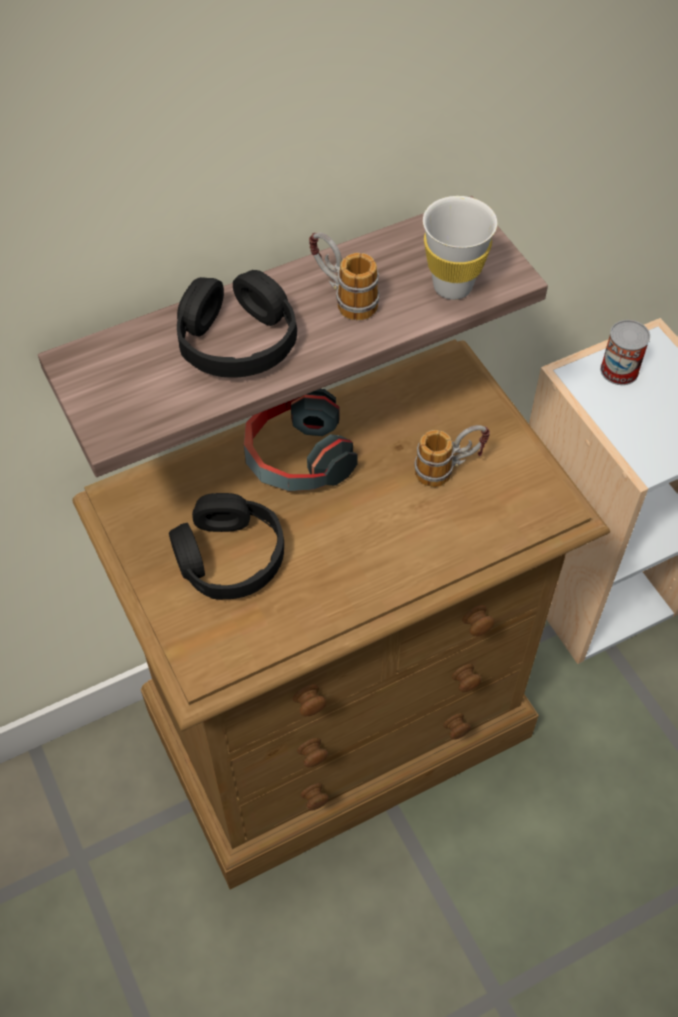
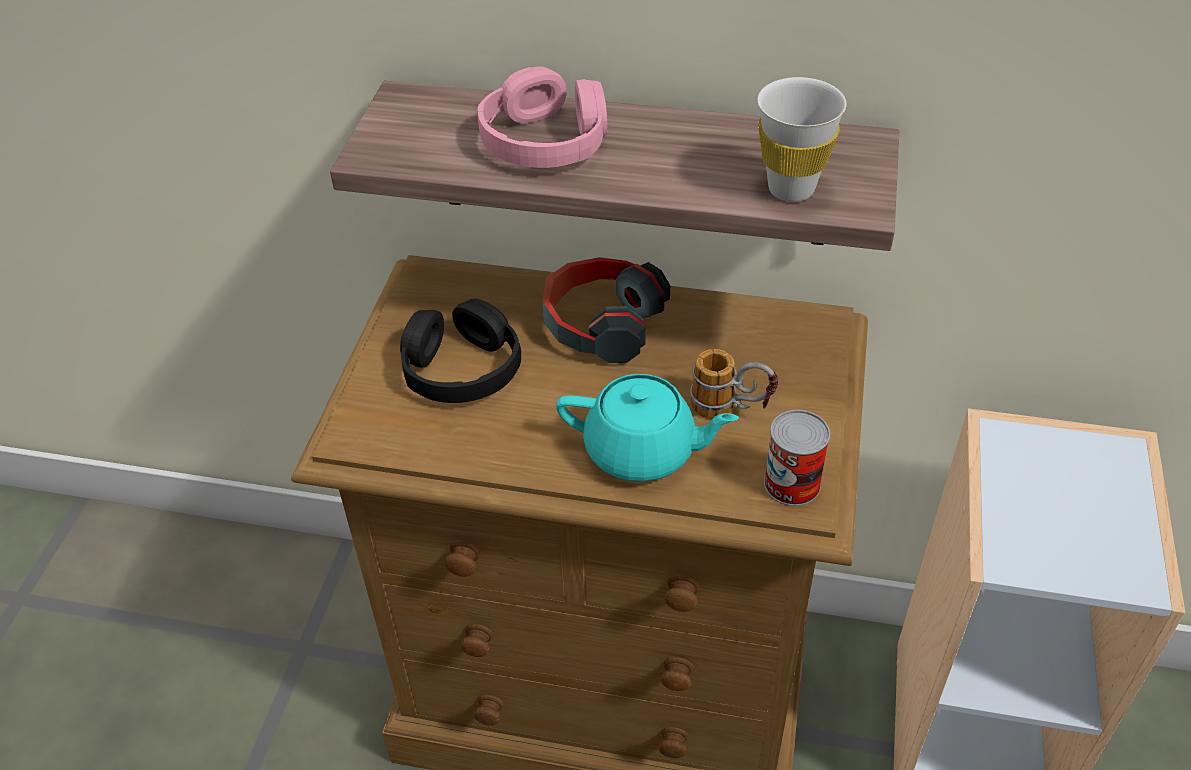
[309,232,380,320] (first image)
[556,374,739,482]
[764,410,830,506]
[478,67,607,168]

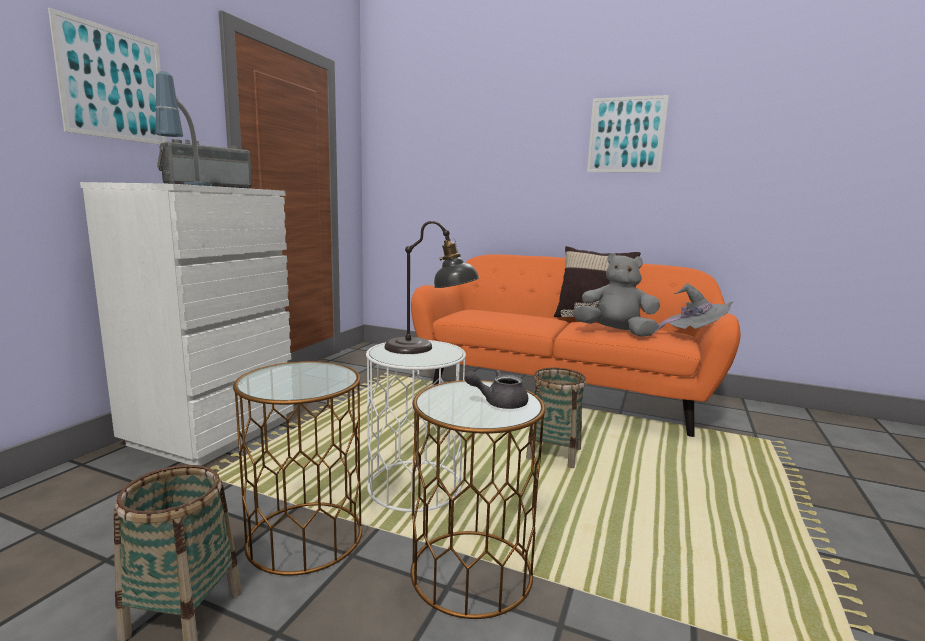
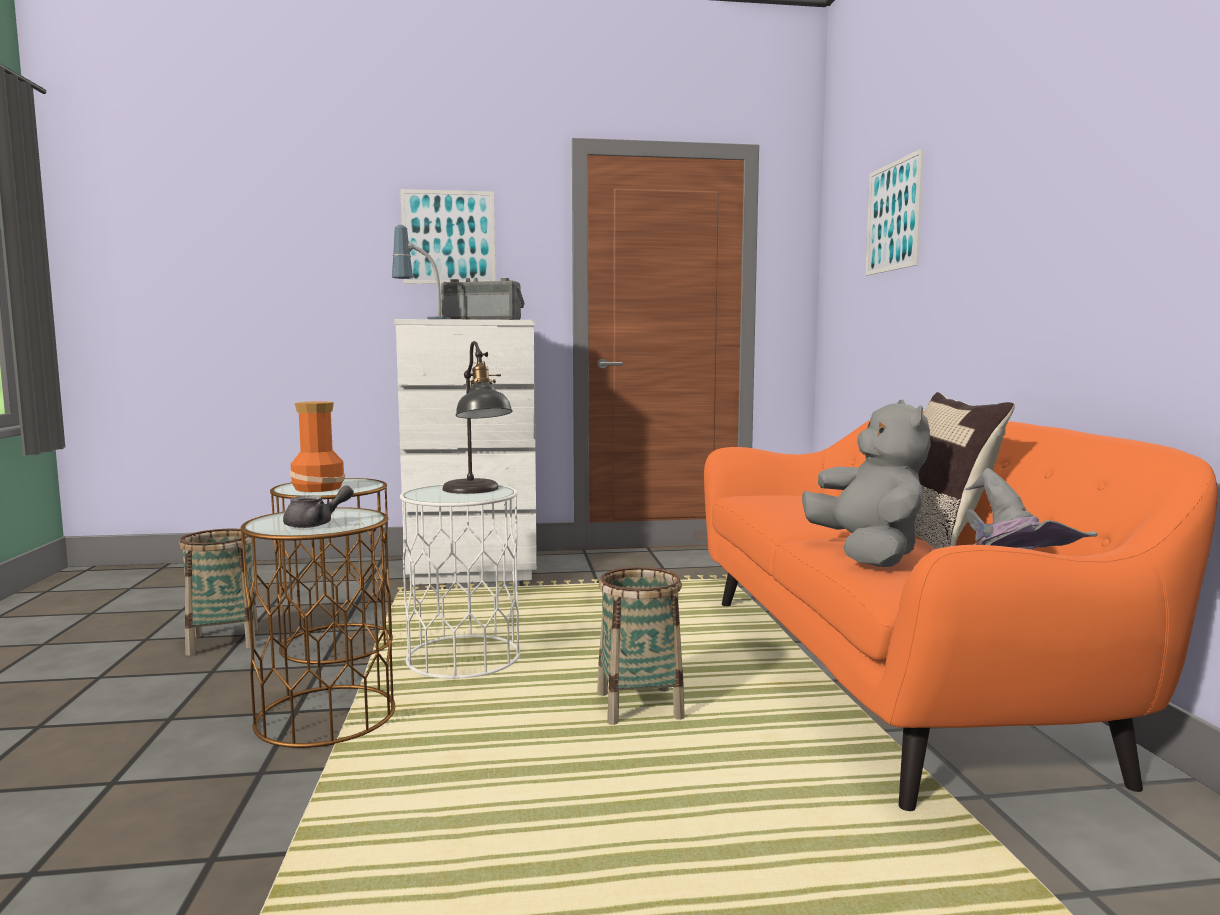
[290,401,345,492]
[865,149,924,276]
[283,486,354,528]

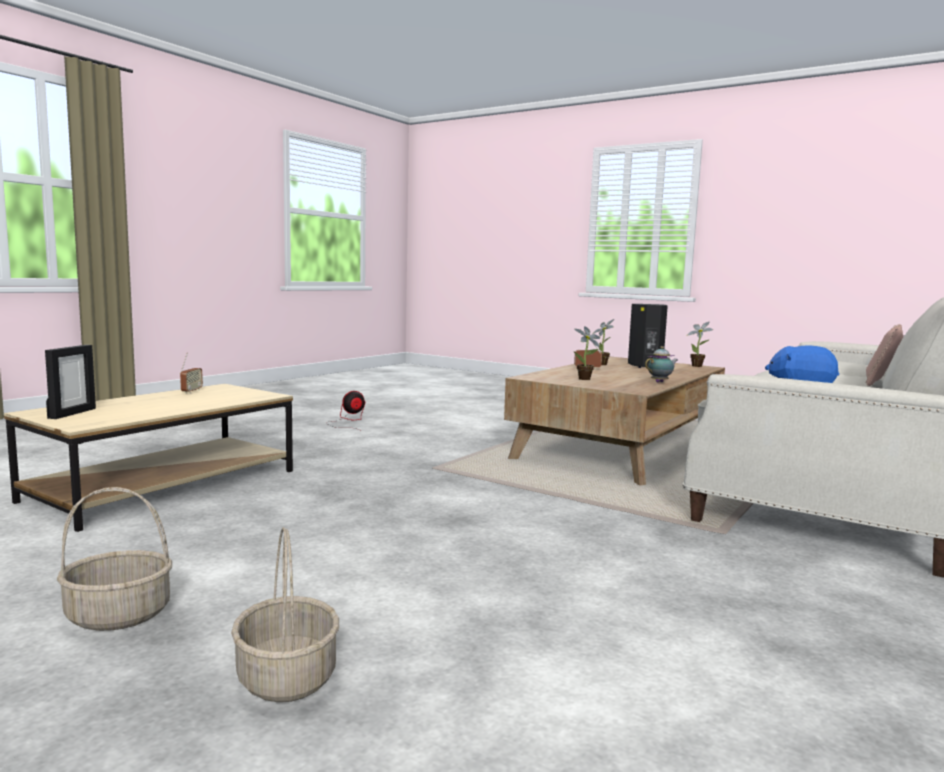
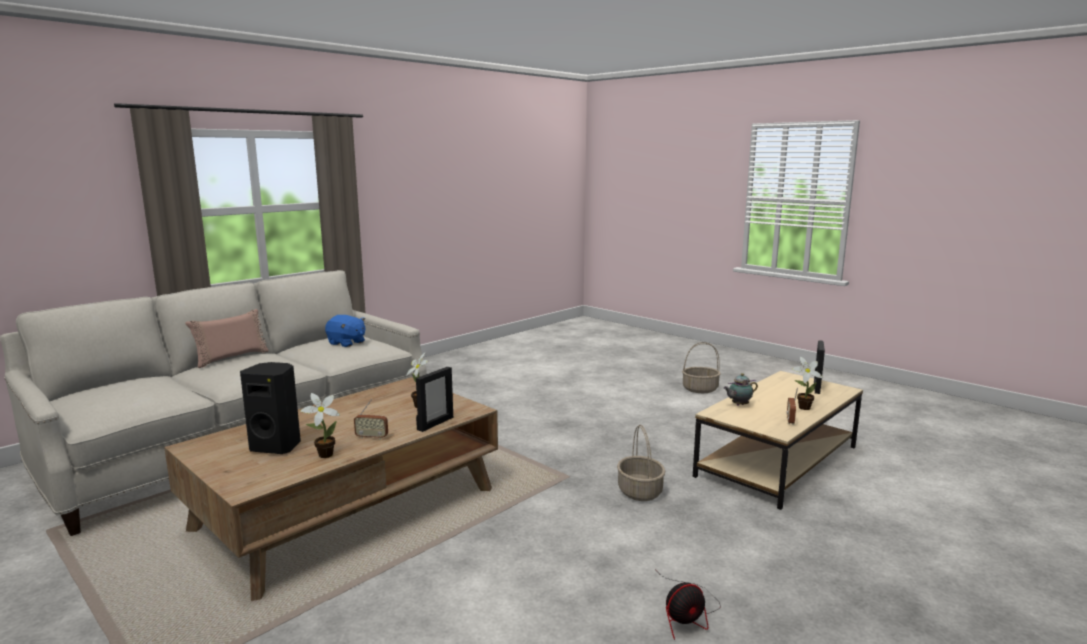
[416,367,453,432]
[617,424,665,501]
[723,373,758,406]
[793,357,823,410]

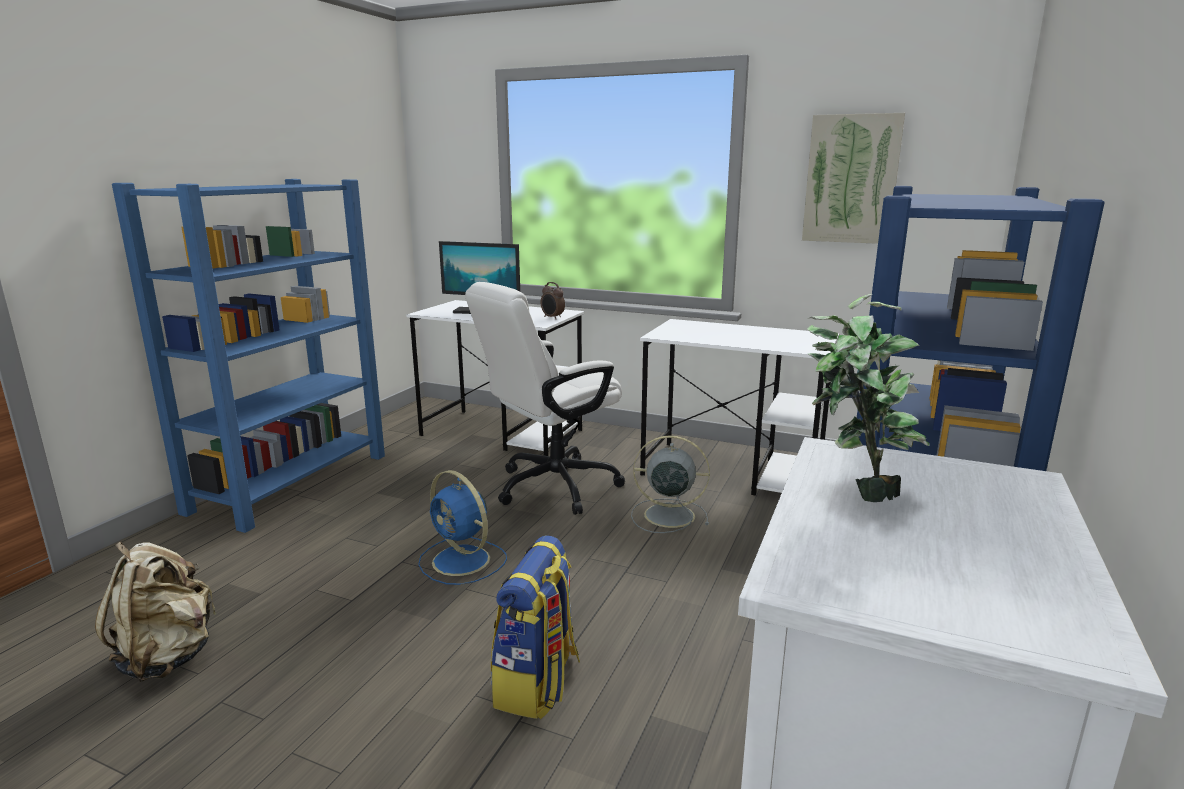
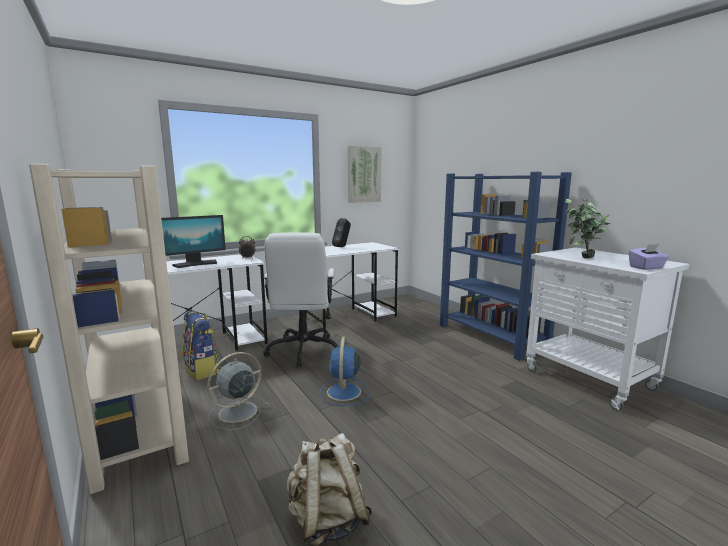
[332,218,351,247]
[629,244,669,270]
[182,311,220,380]
[207,352,269,430]
[29,163,189,494]
[319,336,369,406]

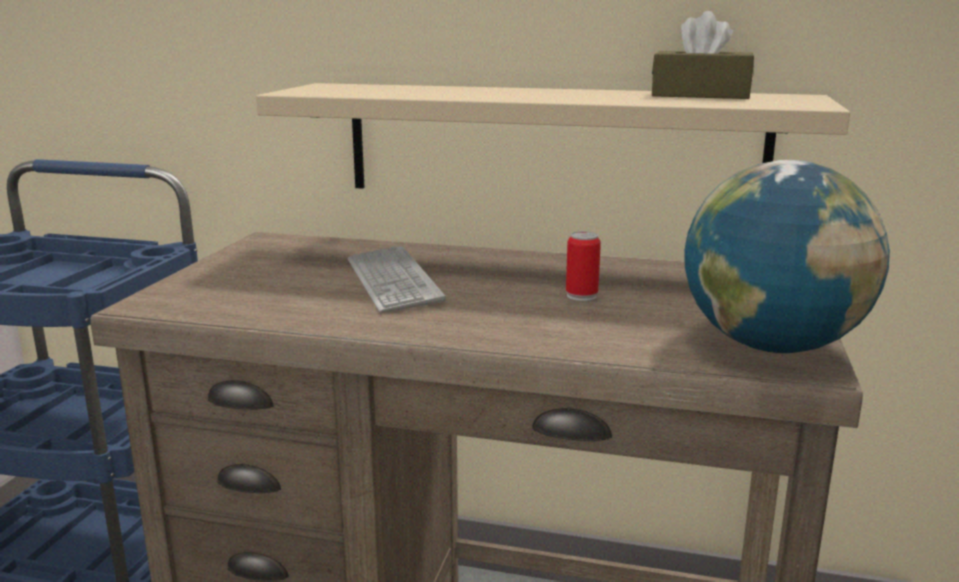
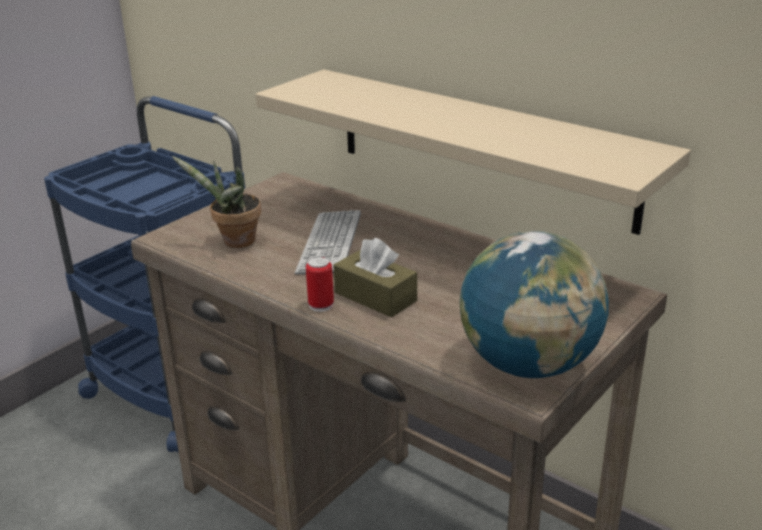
[172,156,261,248]
[306,256,334,312]
[333,238,417,318]

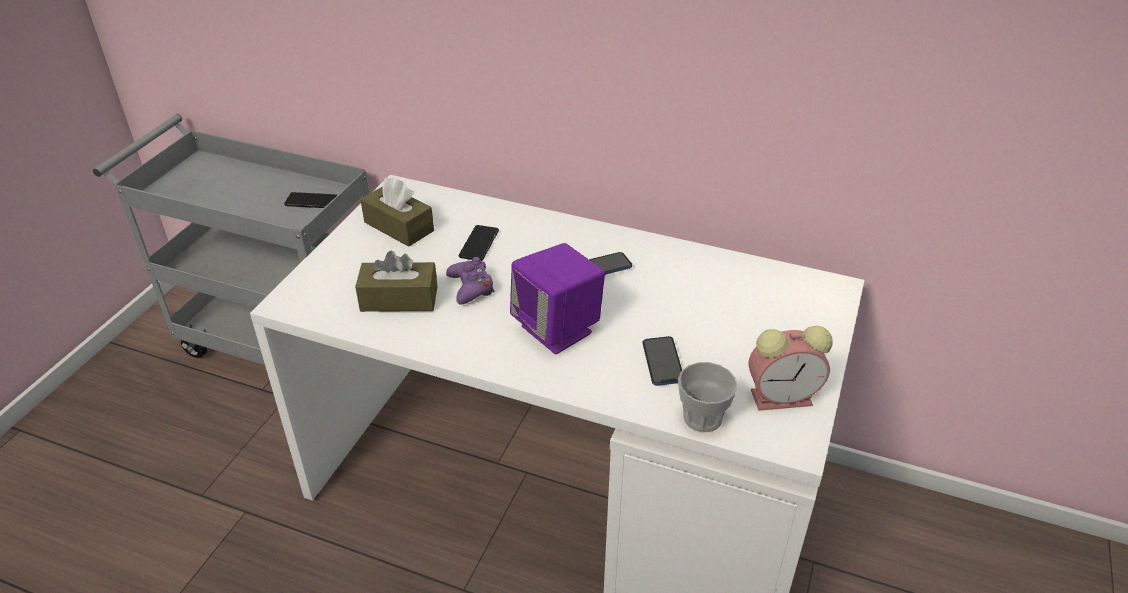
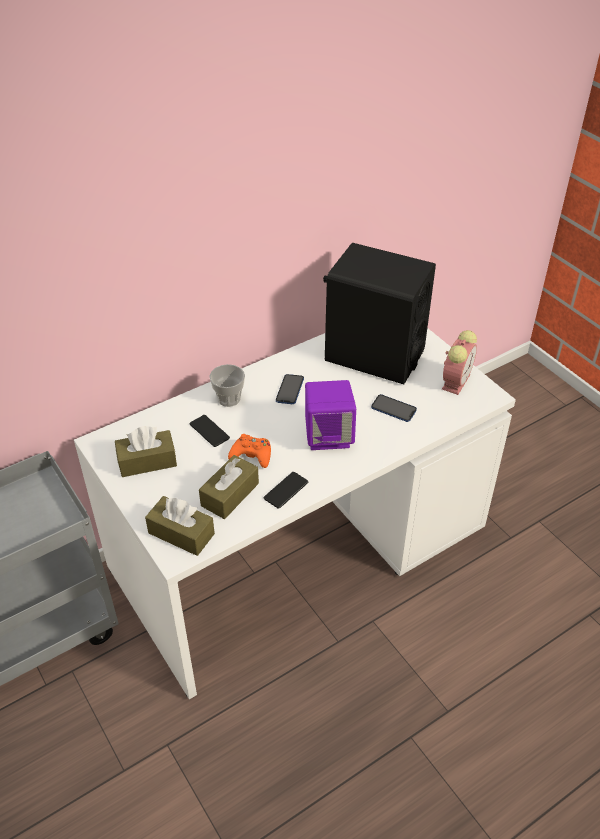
[145,496,215,556]
[323,243,436,384]
[264,472,308,509]
[209,364,245,407]
[228,434,271,468]

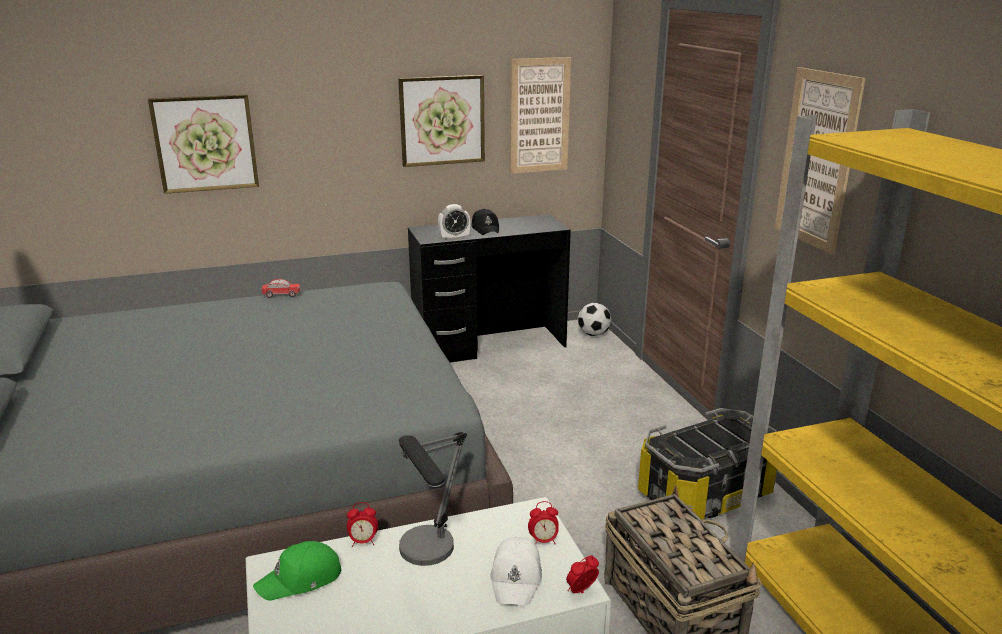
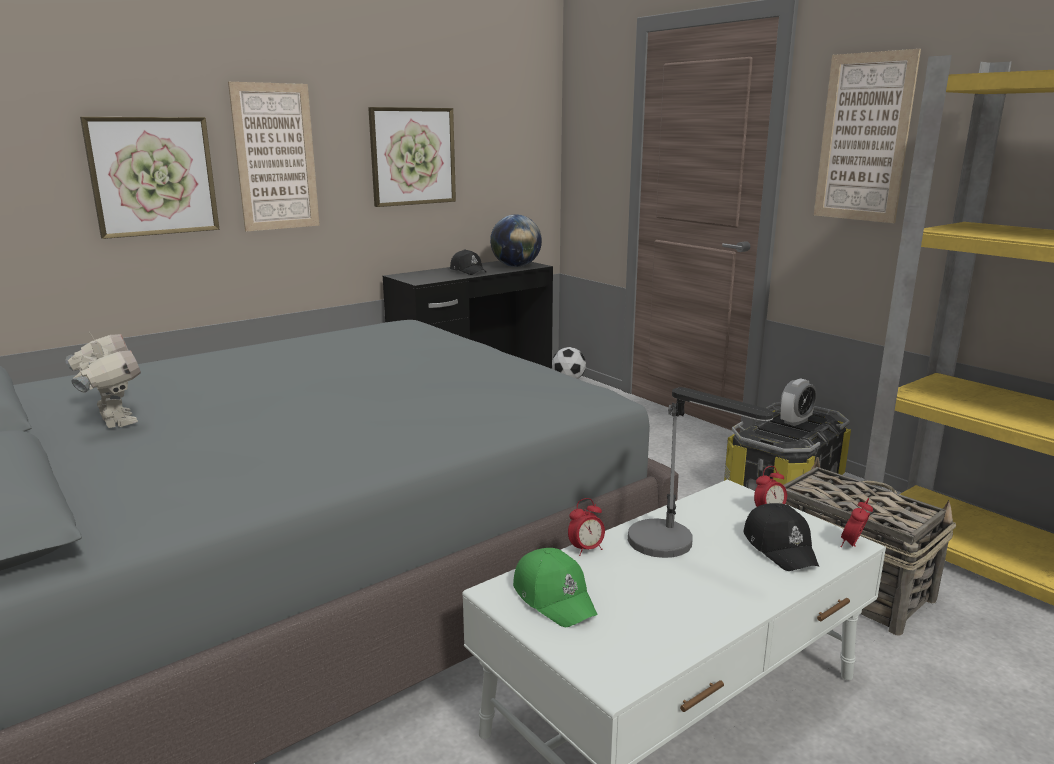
[261,279,301,298] (first image)
[65,332,141,428]
[490,215,542,267]
[781,378,817,426]
[228,82,320,231]
[743,503,819,571]
[513,548,598,627]

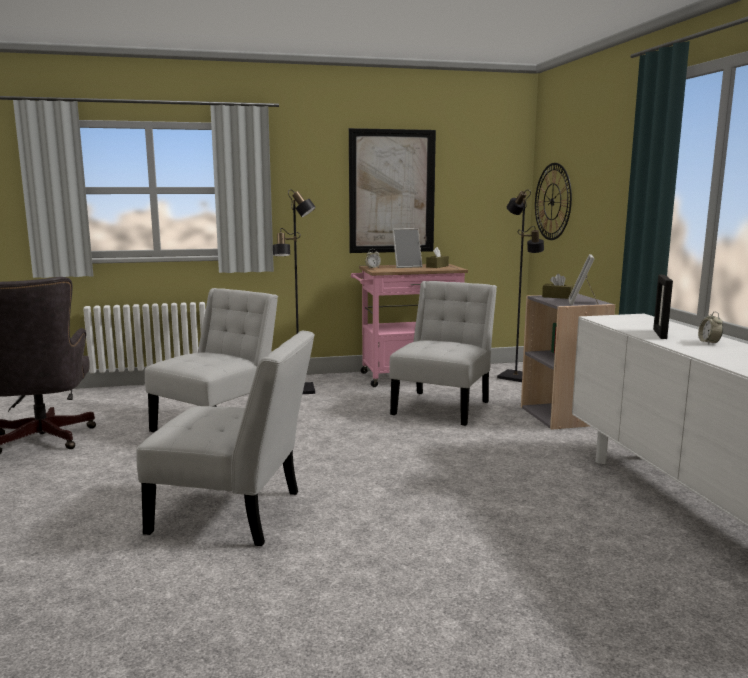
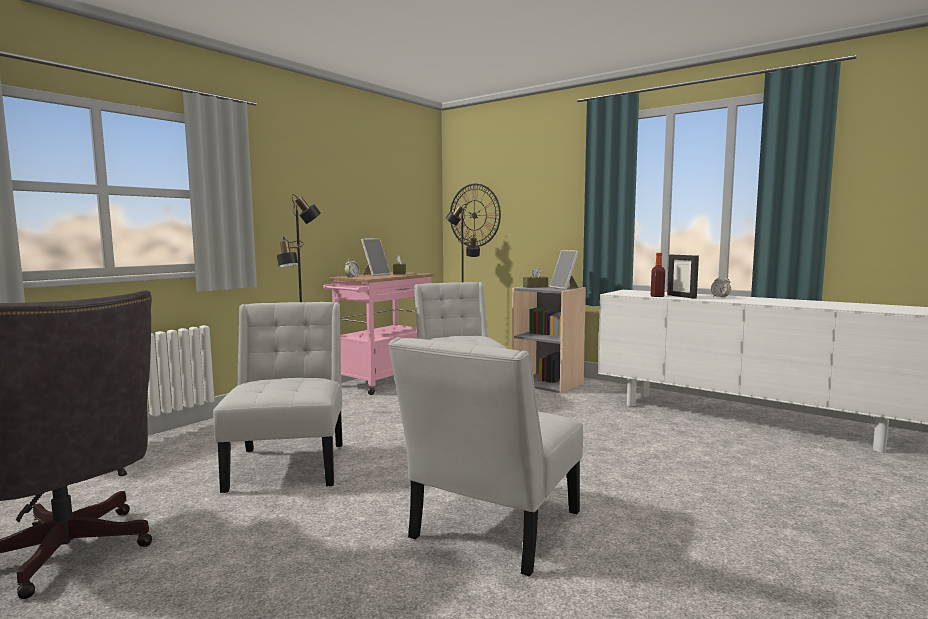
[349,128,436,253] (first image)
[651,253,665,297]
[388,337,583,577]

